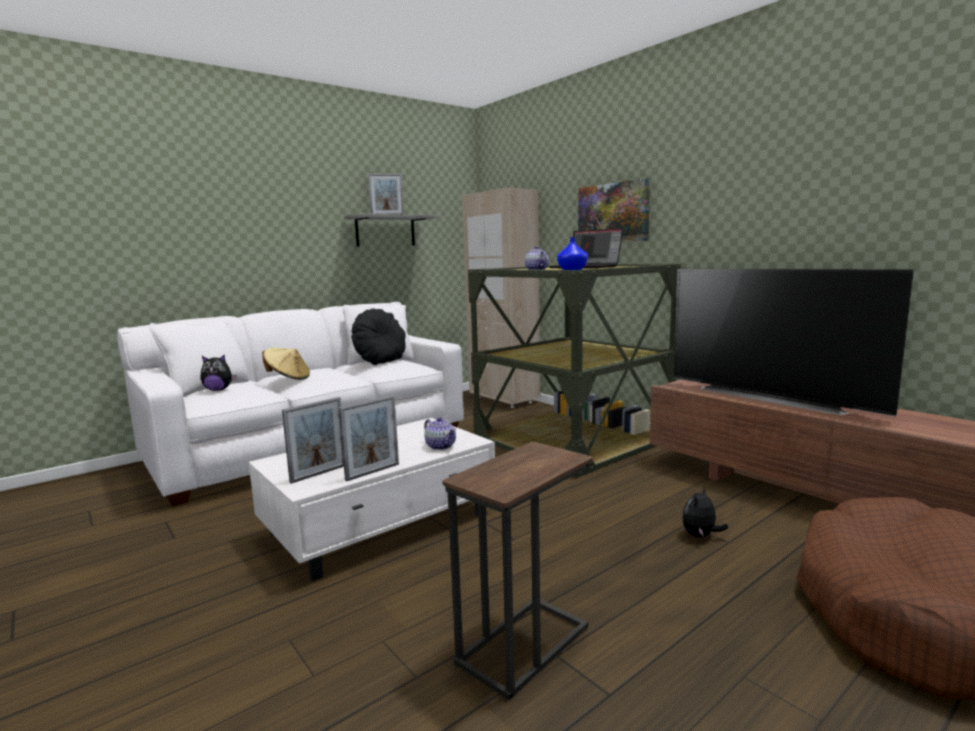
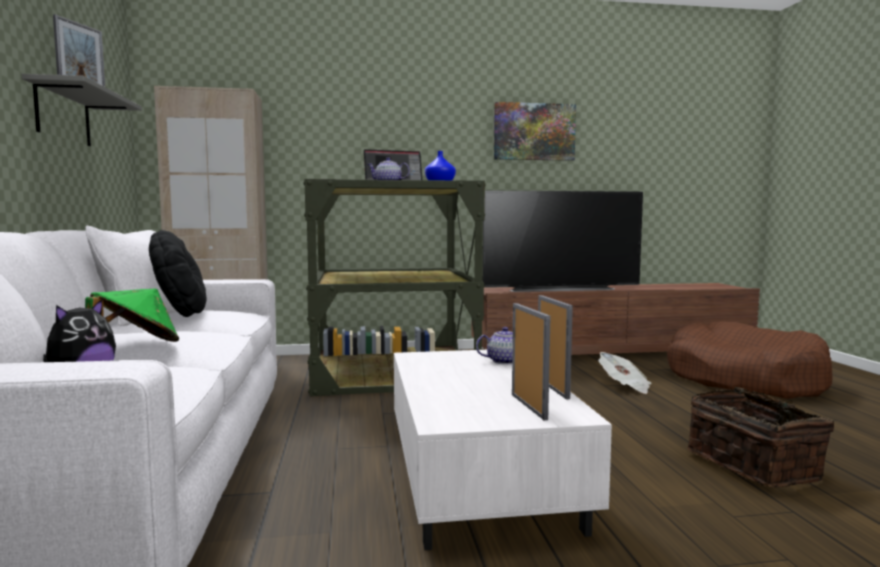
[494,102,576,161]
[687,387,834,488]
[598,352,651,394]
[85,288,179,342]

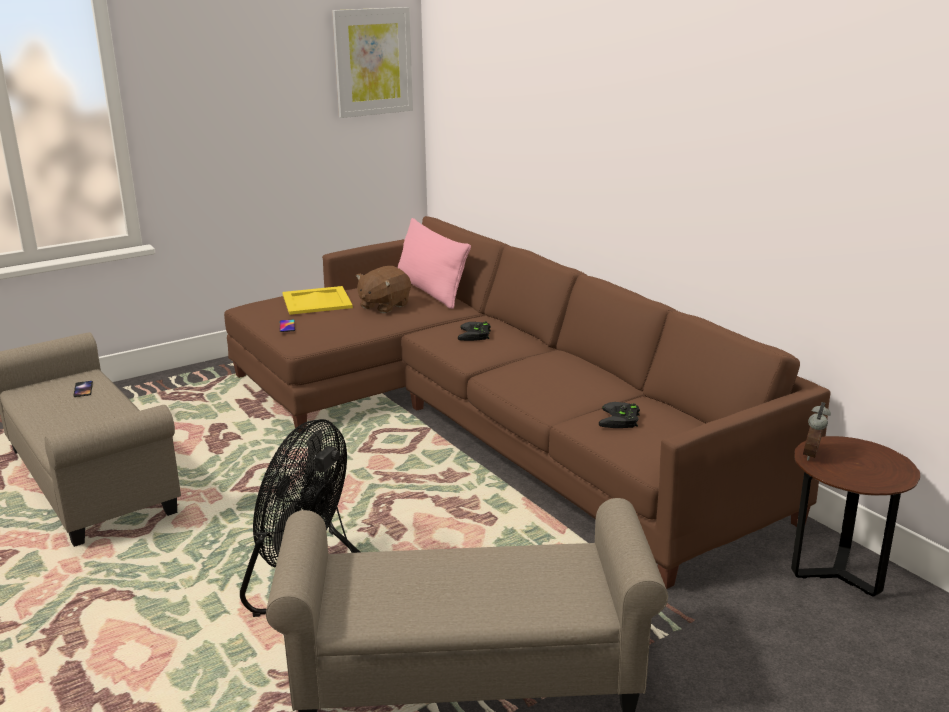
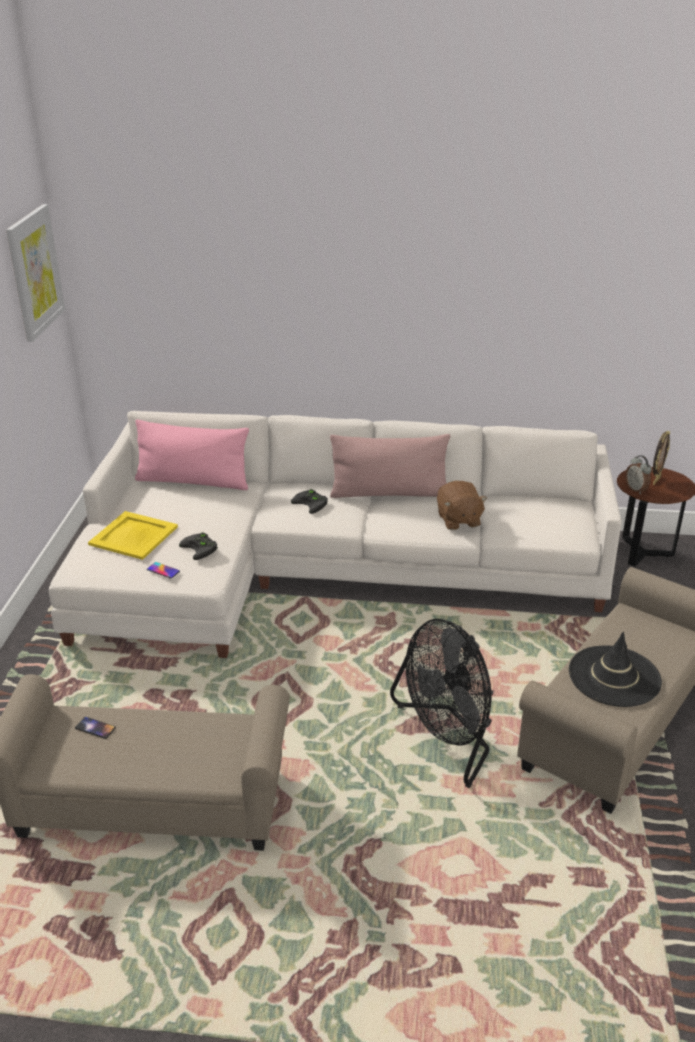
[330,434,450,498]
[569,632,662,707]
[653,431,670,485]
[437,481,488,530]
[179,532,218,560]
[49,411,622,658]

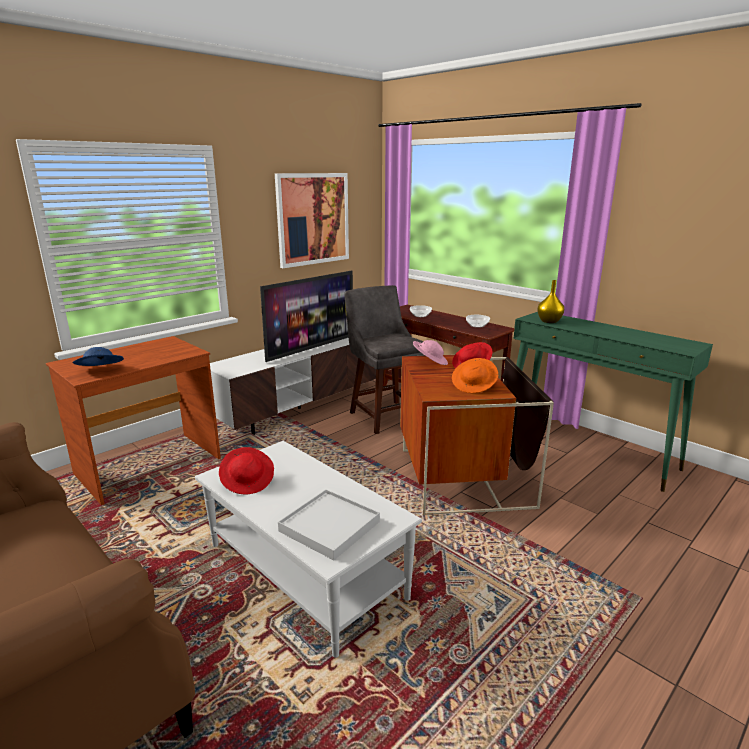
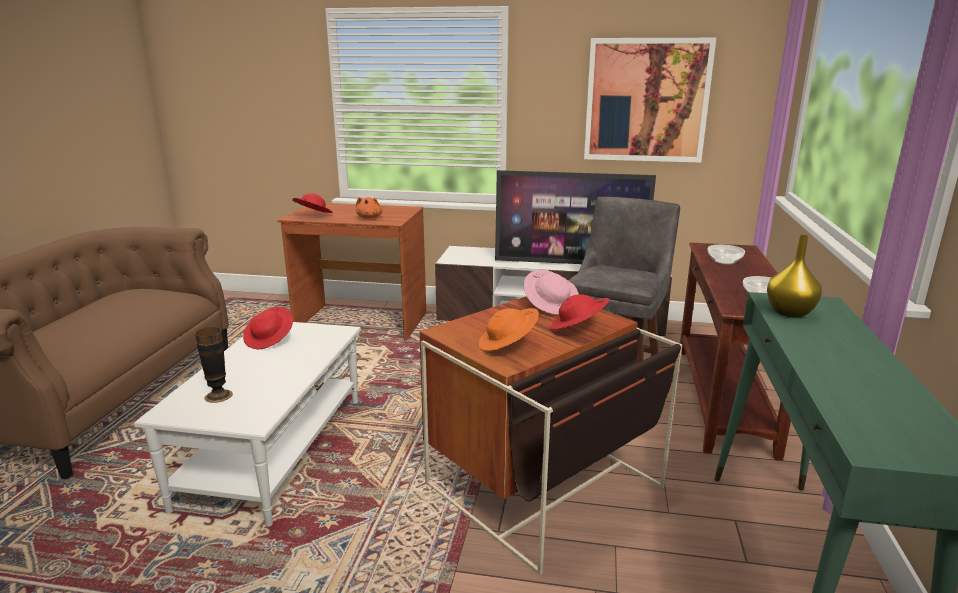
[356,197,383,219]
[195,327,233,403]
[292,193,332,213]

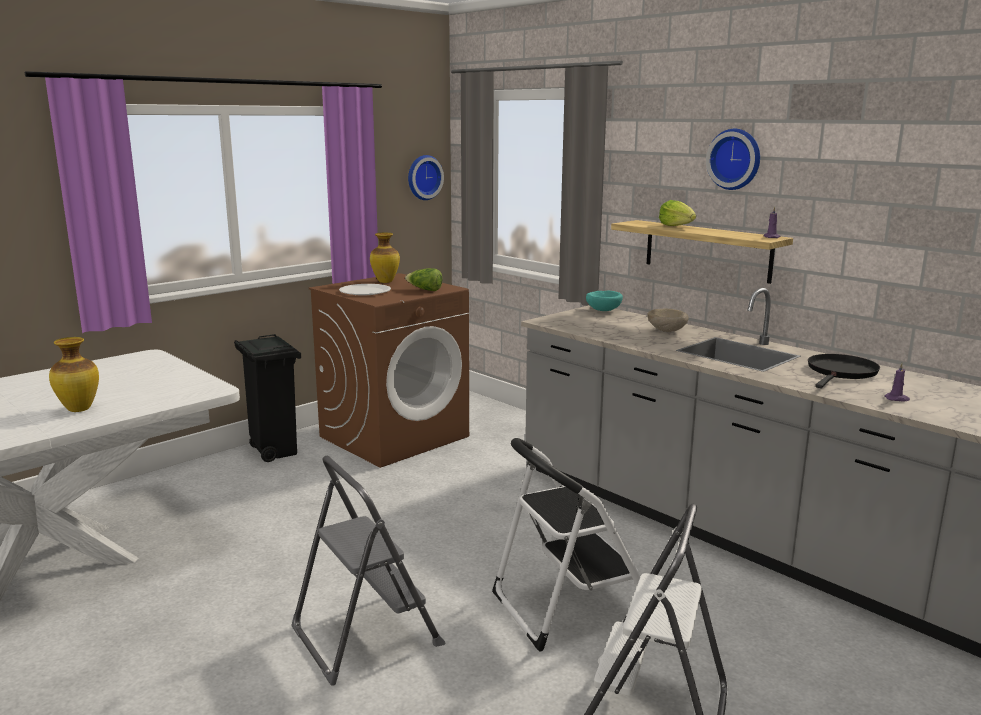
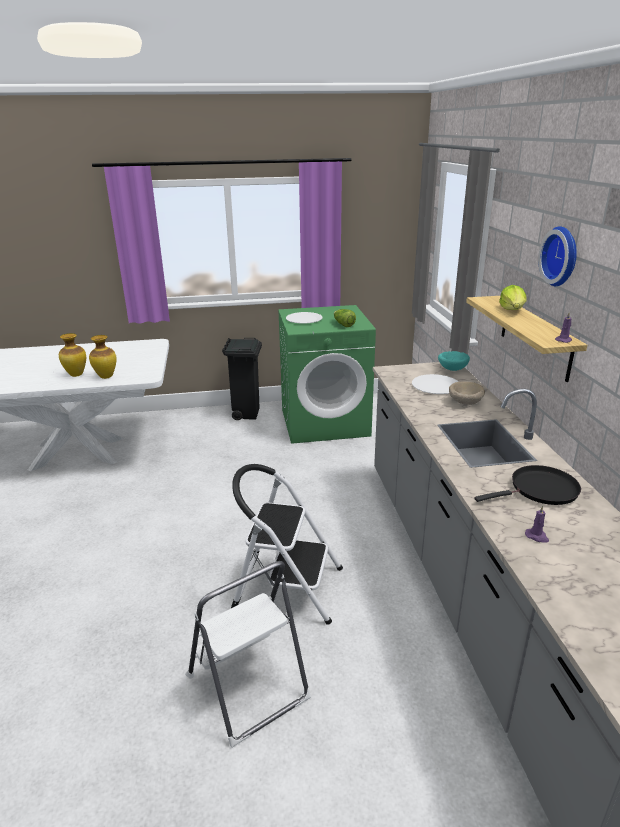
[291,456,446,686] (first image)
[408,155,444,200] (first image)
[412,374,459,394]
[89,335,117,379]
[278,305,376,444]

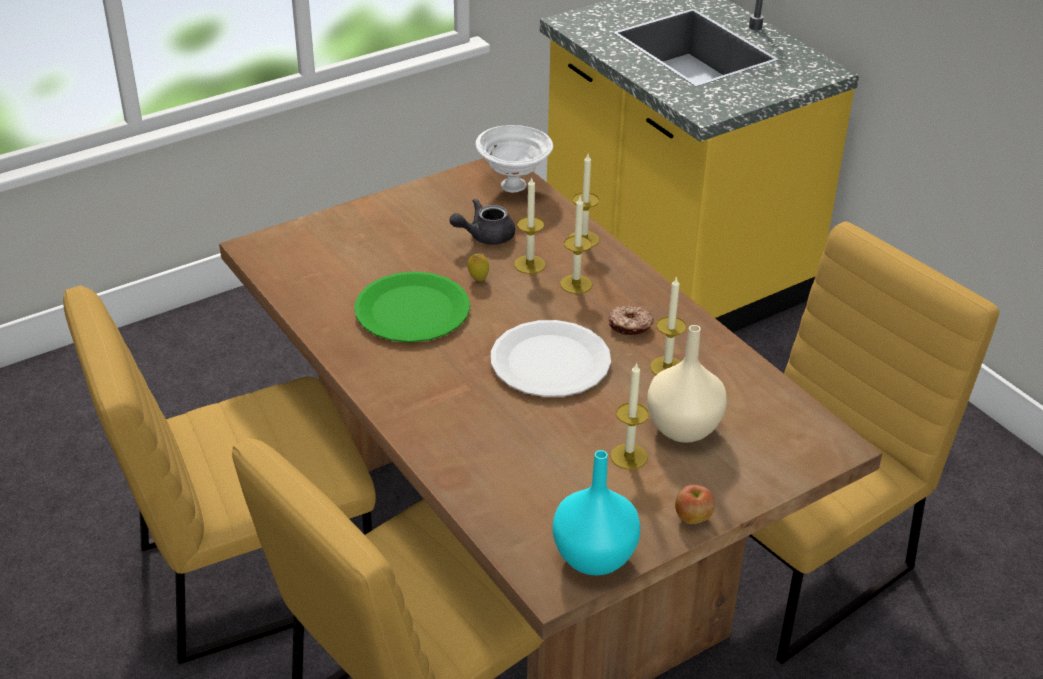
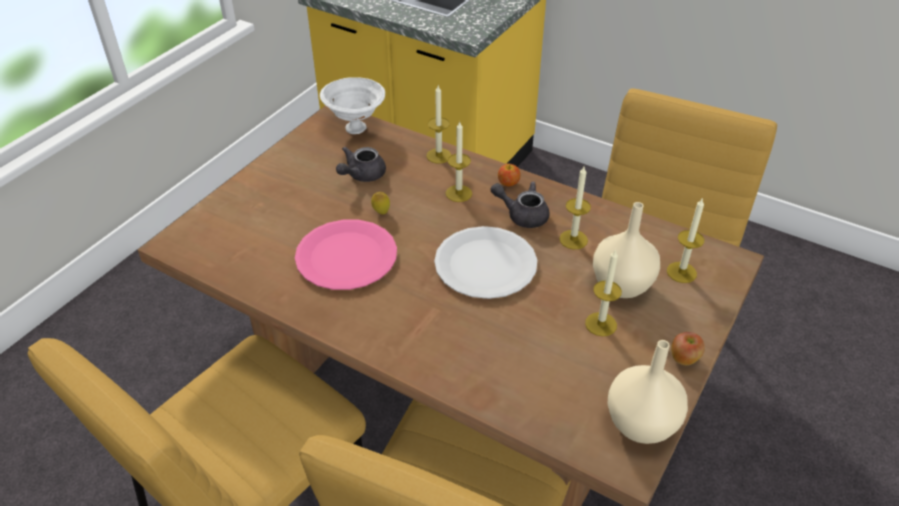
[498,163,521,186]
[667,197,704,283]
[491,181,550,228]
[295,220,397,290]
[608,340,688,444]

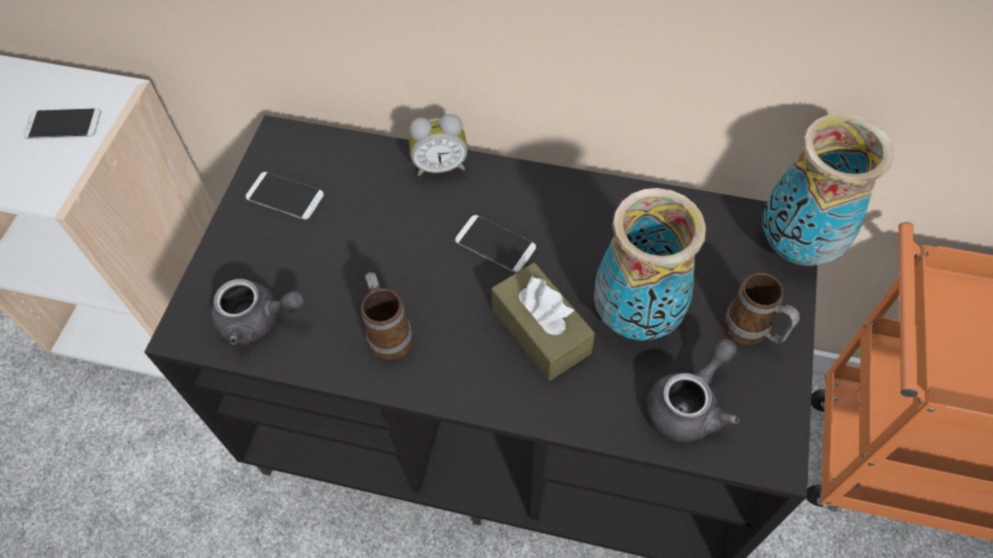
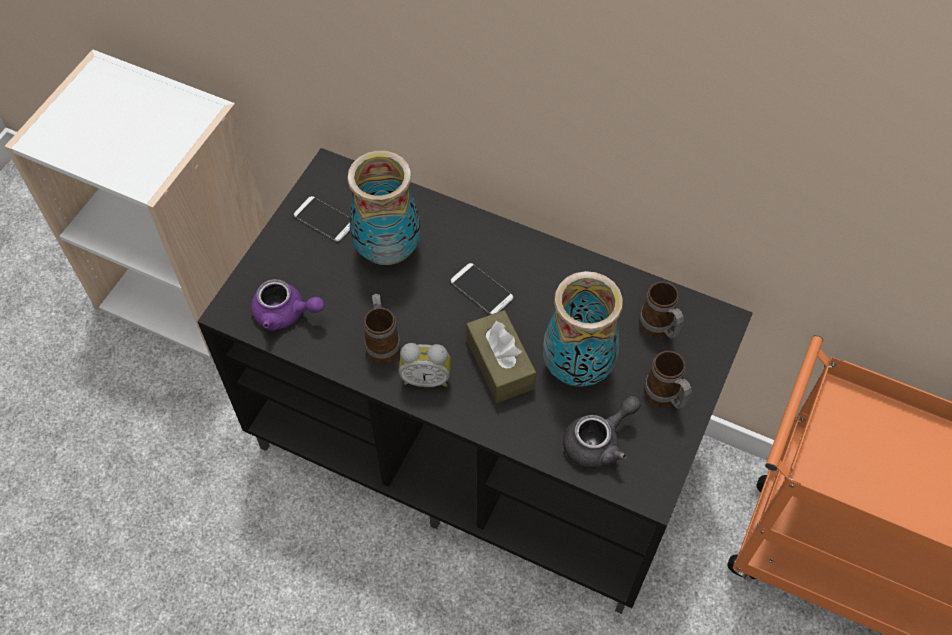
[23,108,101,139] (first image)
[639,282,684,339]
[399,343,451,387]
[347,151,420,265]
[251,279,324,331]

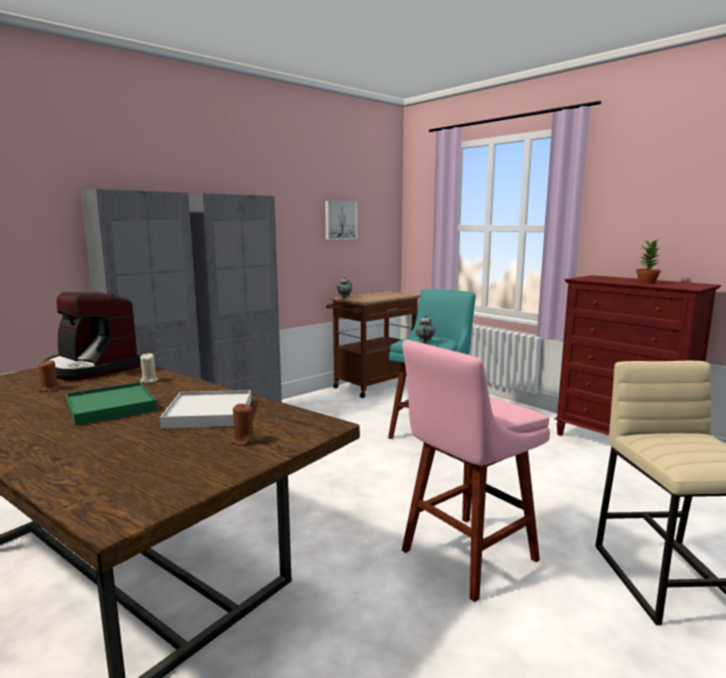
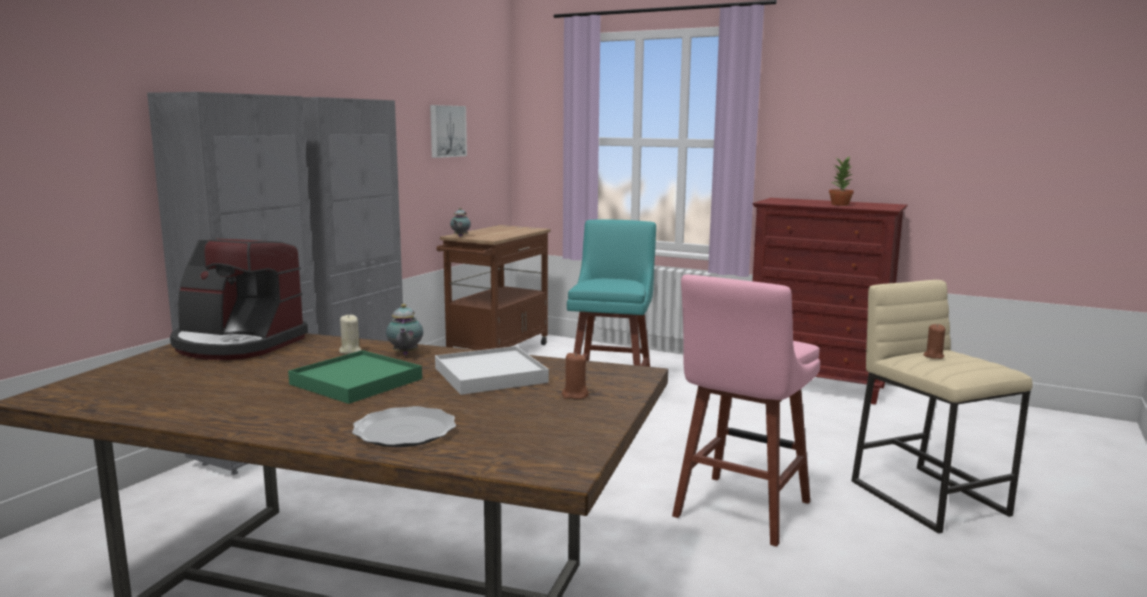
[352,406,456,447]
[923,324,945,359]
[386,304,423,355]

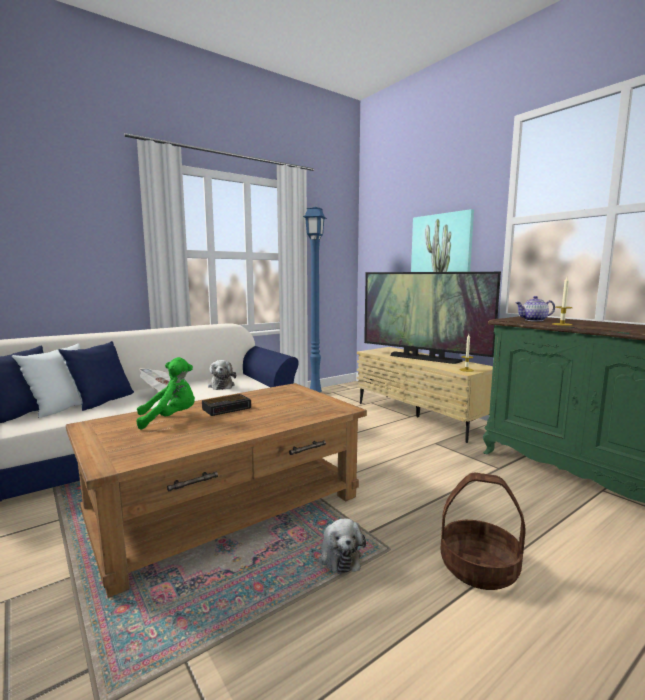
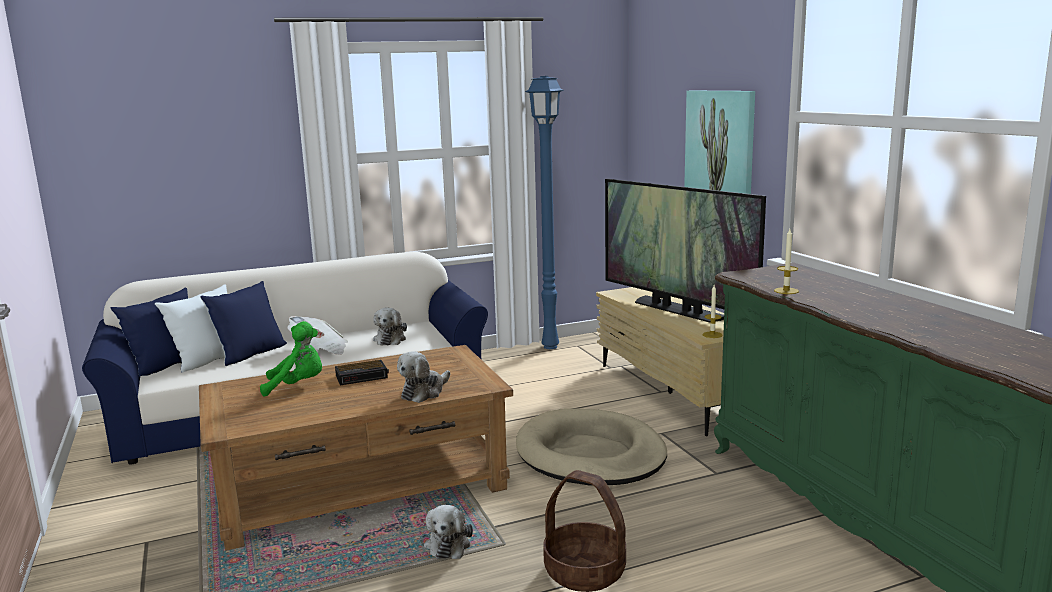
[515,296,555,321] (first image)
[397,351,450,403]
[516,408,667,486]

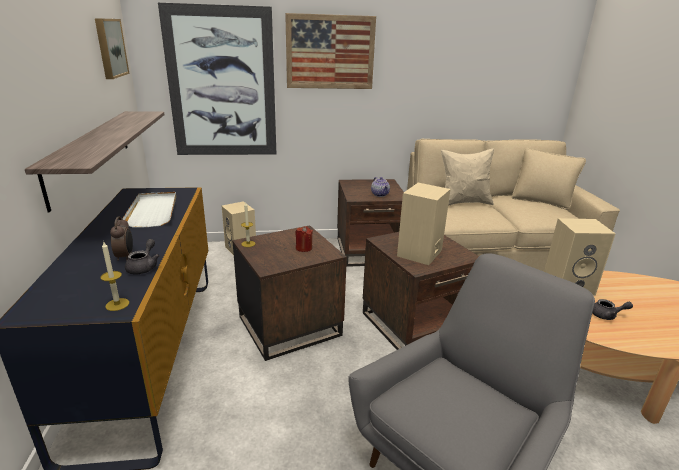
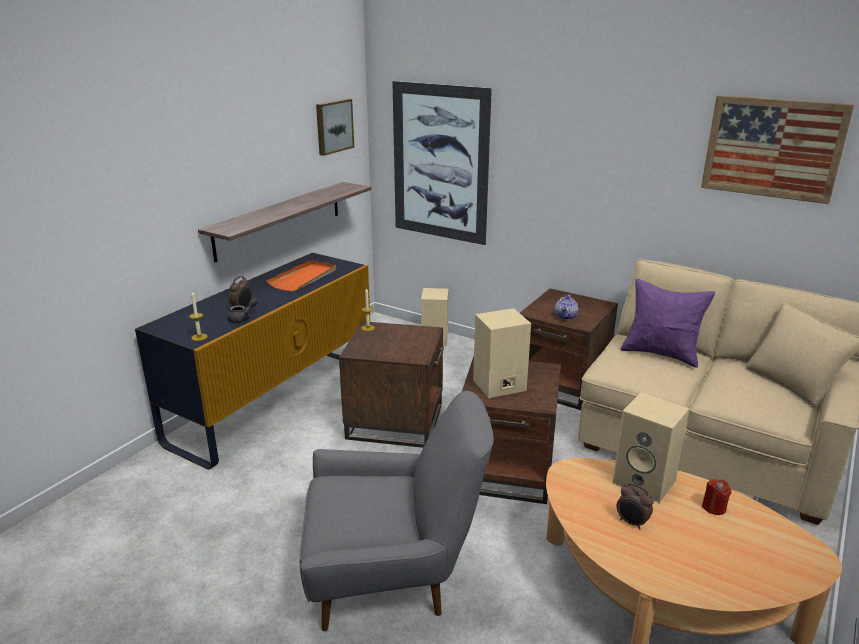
[701,95,854,204]
[702,479,731,515]
[617,483,654,529]
[267,260,336,292]
[620,278,715,368]

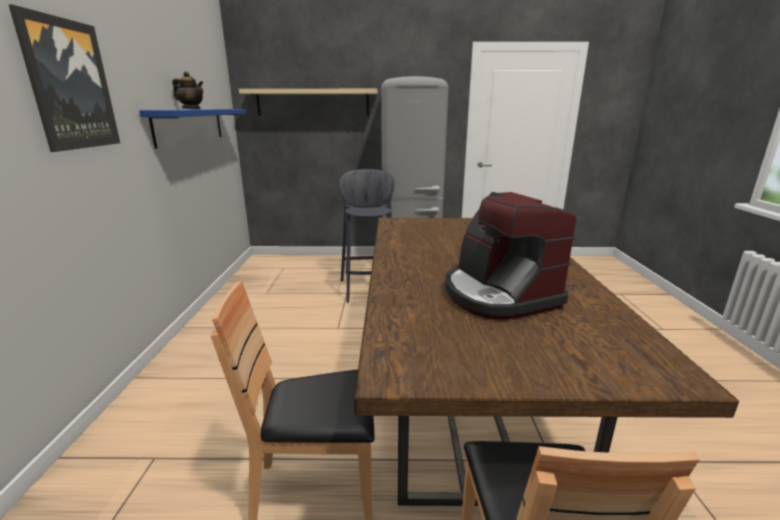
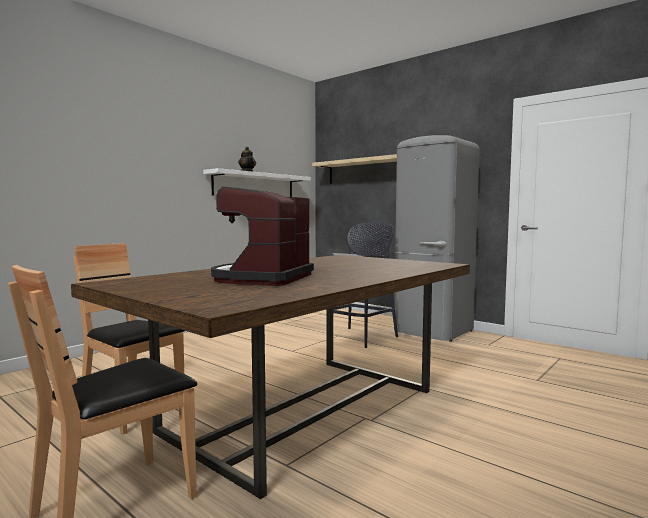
[9,5,120,152] (first image)
[203,168,311,197]

